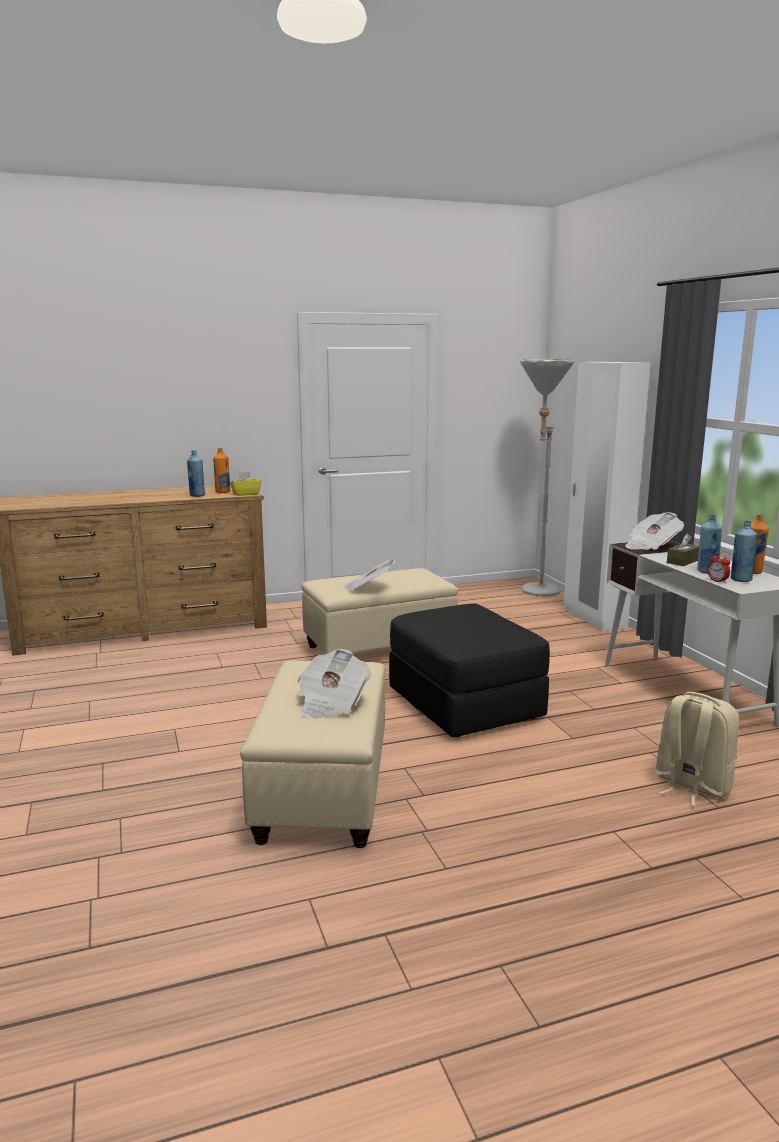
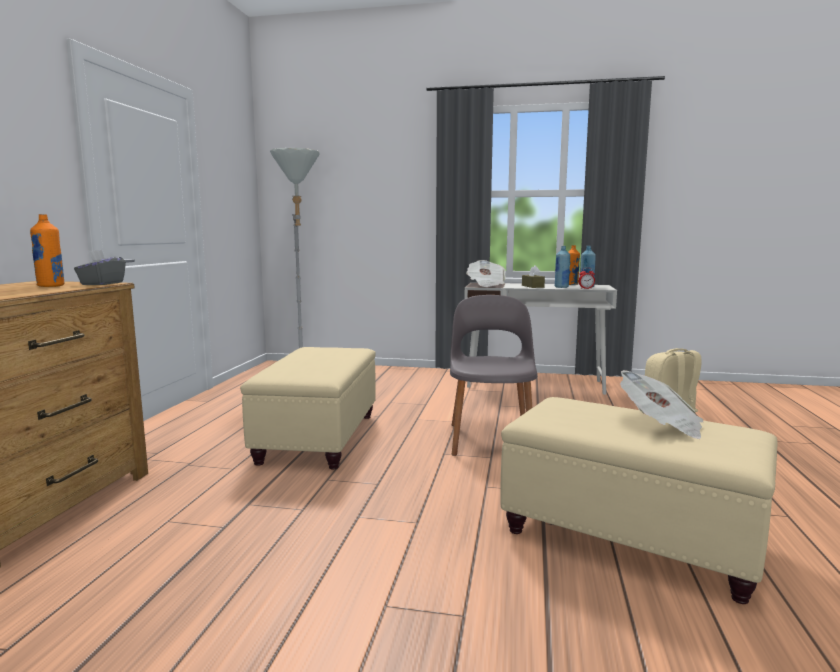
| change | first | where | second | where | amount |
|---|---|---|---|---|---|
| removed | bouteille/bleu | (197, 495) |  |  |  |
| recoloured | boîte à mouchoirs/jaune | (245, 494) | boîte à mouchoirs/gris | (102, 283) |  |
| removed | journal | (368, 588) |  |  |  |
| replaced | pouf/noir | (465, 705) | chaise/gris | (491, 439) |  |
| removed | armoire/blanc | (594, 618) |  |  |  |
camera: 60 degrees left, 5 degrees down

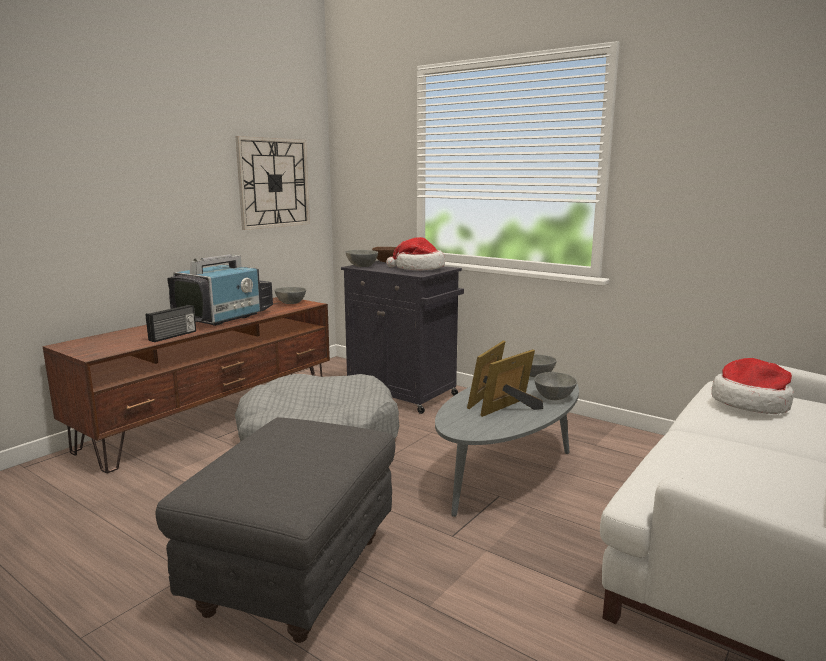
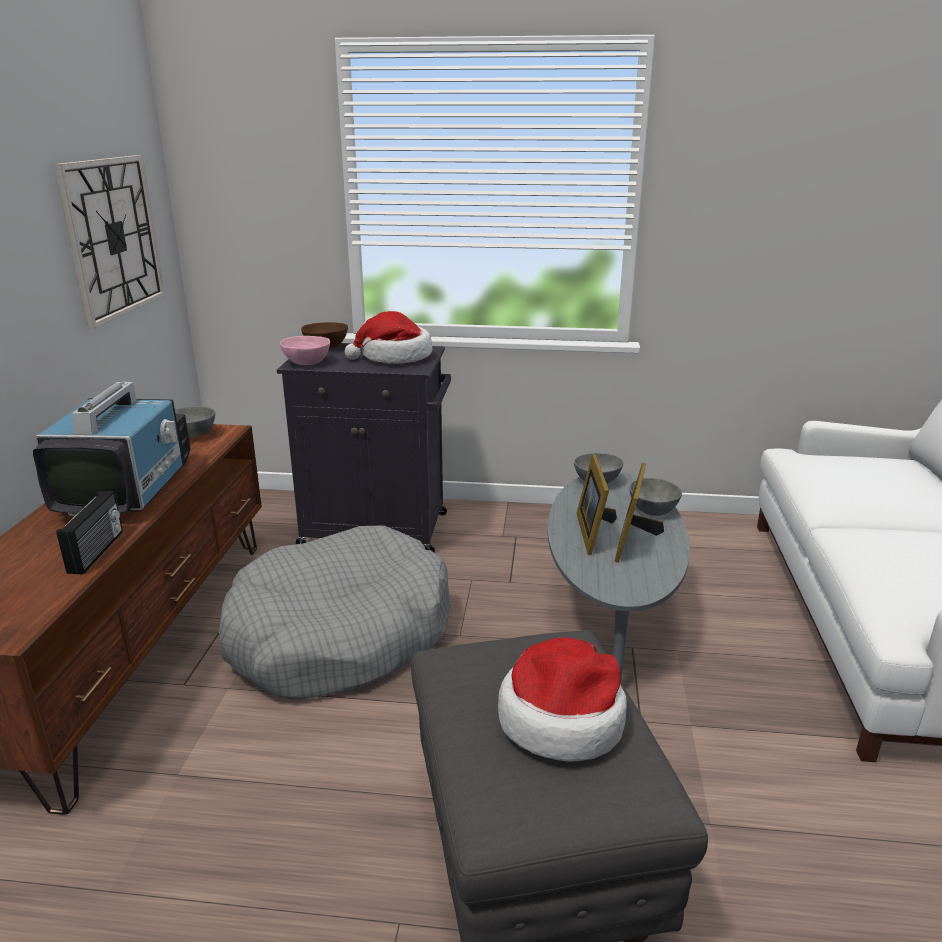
| change | first | where | second | where | amount |
|---|---|---|---|---|---|
| recoloured | bol/gris | (361, 266) | bol/rose | (305, 363) |  |
| moved | chapeau | (751, 403) |  | (562, 719) |  |
camera: 30 degrees left, 10 degrees up

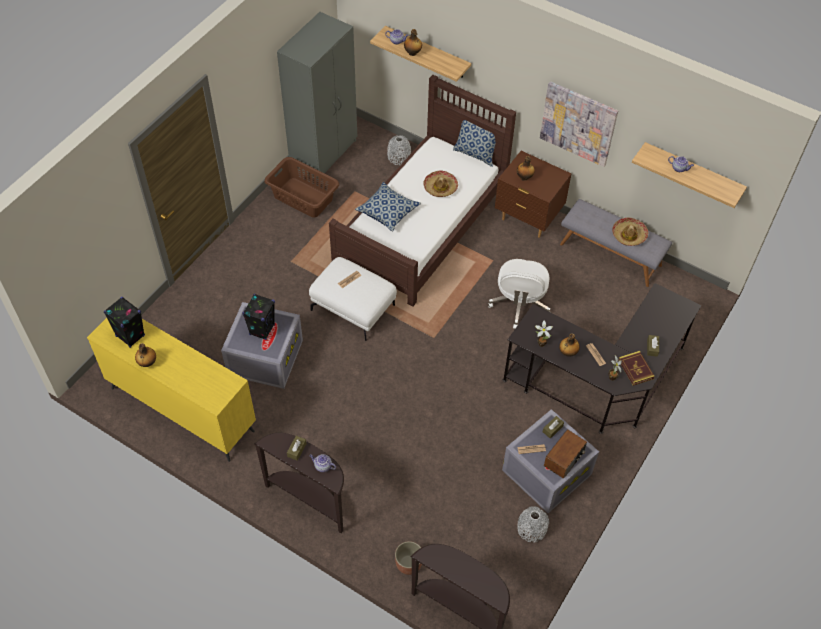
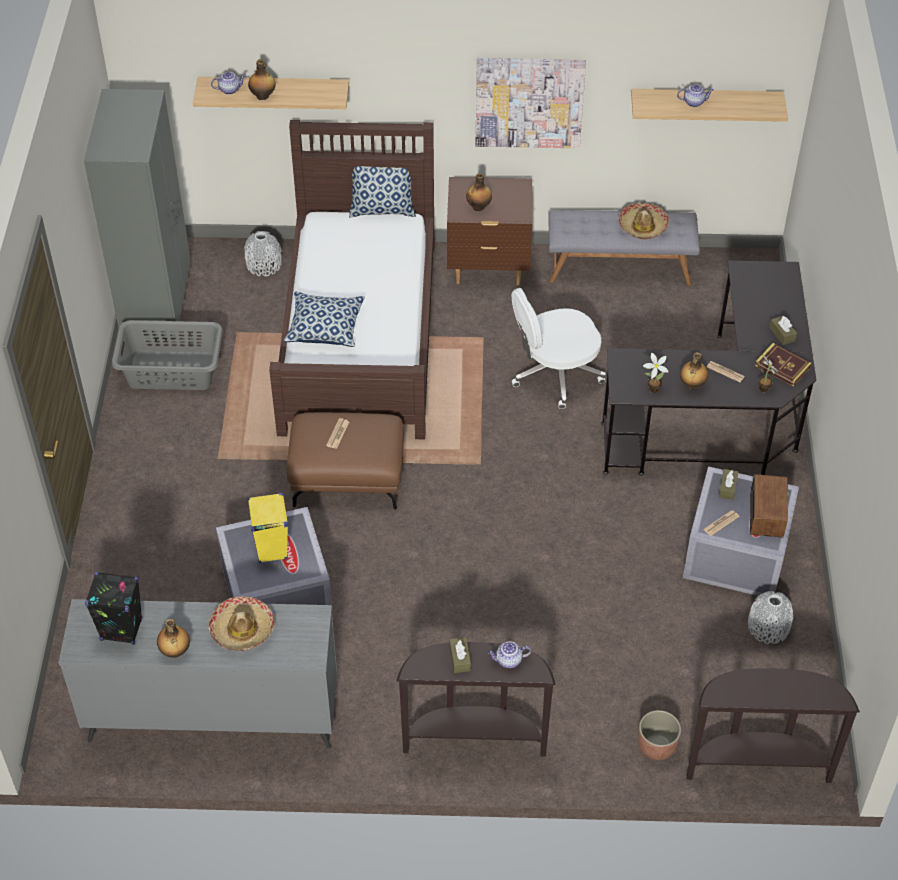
| change | first | where | second | where | amount |
|---|---|---|---|---|---|
| recoloured | commode/jaune | (182, 408) | commode/gris | (212, 716) |  |
| recoloured | enceinte/noir | (262, 329) | enceinte/jaune | (271, 549) |  |
| recoloured | panier à linge/marron | (303, 197) | panier à linge/gris | (171, 370) |  |
| recoloured | pouf/blanc | (354, 307) | pouf/marron | (348, 476) |  |
| moved | chapeau | (440, 187) |  | (242, 629) |  |
| turned | chaise de bureau/blanc | (519, 304) |  | (555, 374) | 90 degrees clockwise |
camera: 30 degrees left, 5 degrees down

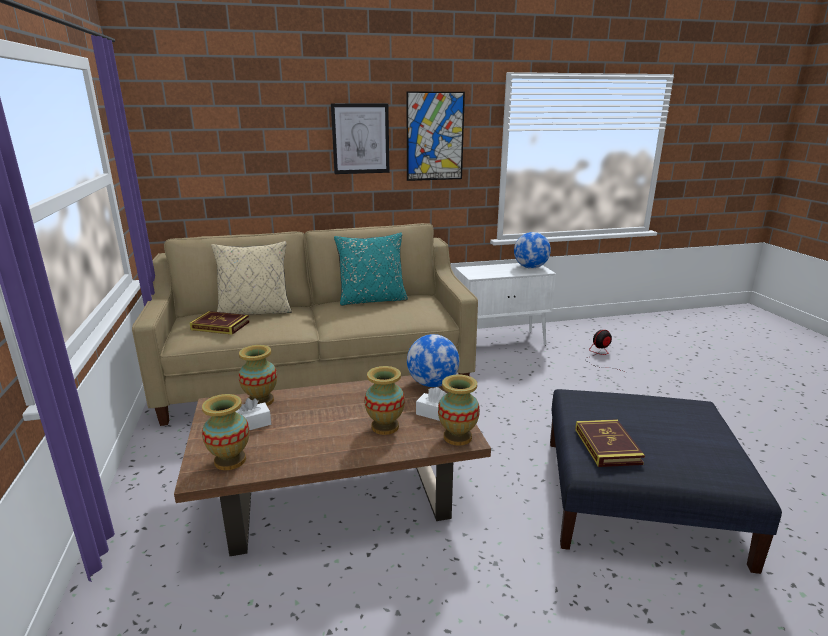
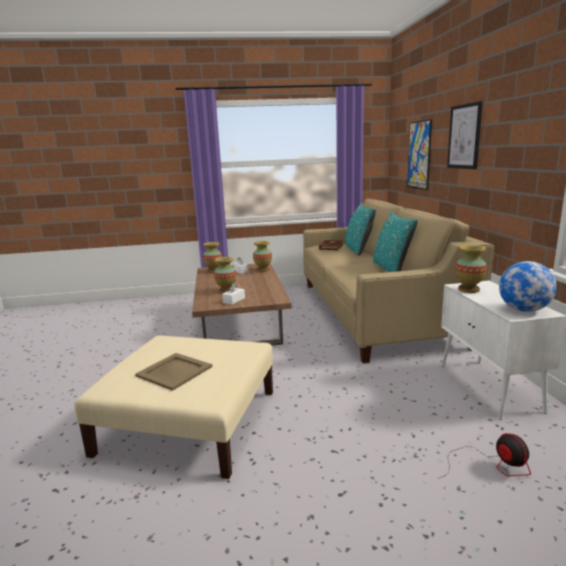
| change | first | where | second | where | amount |
|---|---|---|---|---|---|
| recoloured | coussin/beige | (255, 311) | coussin/turquoise | (358, 250) |  |
| moved | tableau | (435, 136) |  | (419, 155) |  |
| removed | globe | (432, 384) |  |  |  |
| moved | vase | (457, 437) |  | (469, 289) |  |
| recoloured | pouf/bleu | (637, 499) | pouf/beige | (189, 421) |  |
| removed | livre | (607, 446) |  |  |  |
| added |  |  | plateau/beige | (174, 371) |  |
camera: 95 degrees right, 5 degrees down

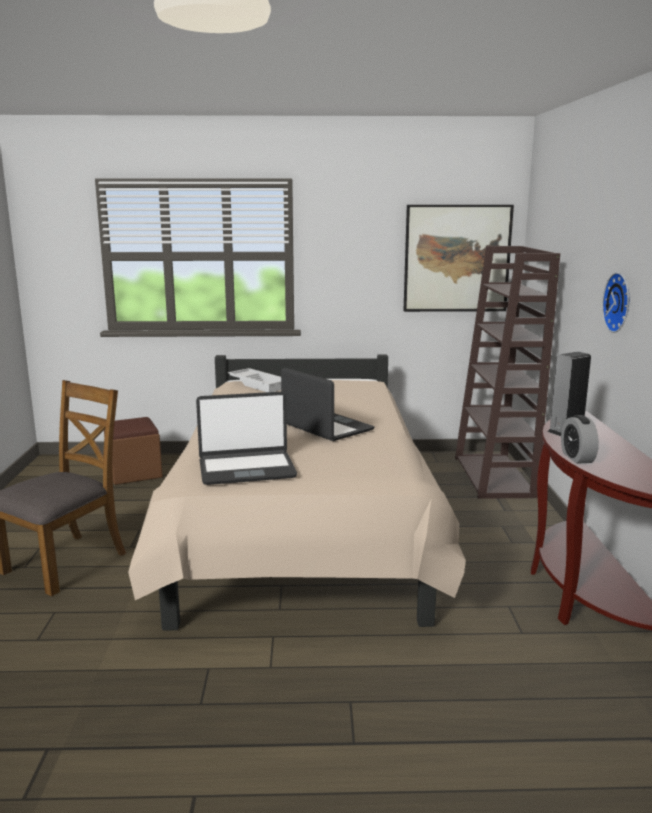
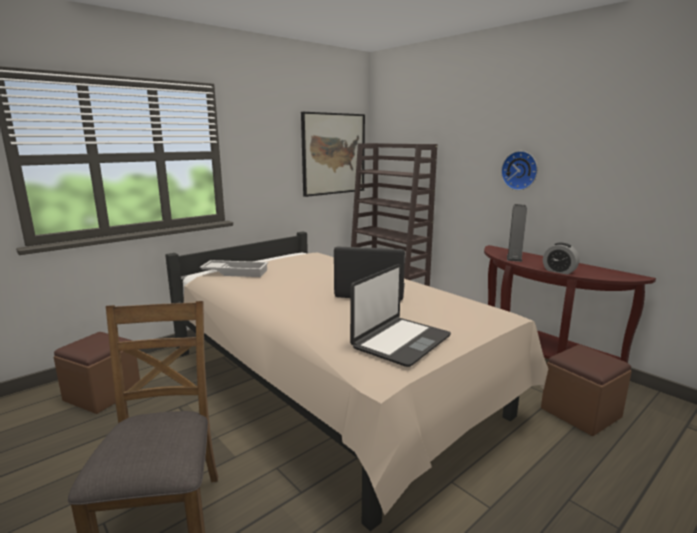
| change | first | where | second | where | amount |
|---|---|---|---|---|---|
| added |  |  | pouf/marron | (580, 413) |  |
camera: 40 degrees left, 0 degrees up

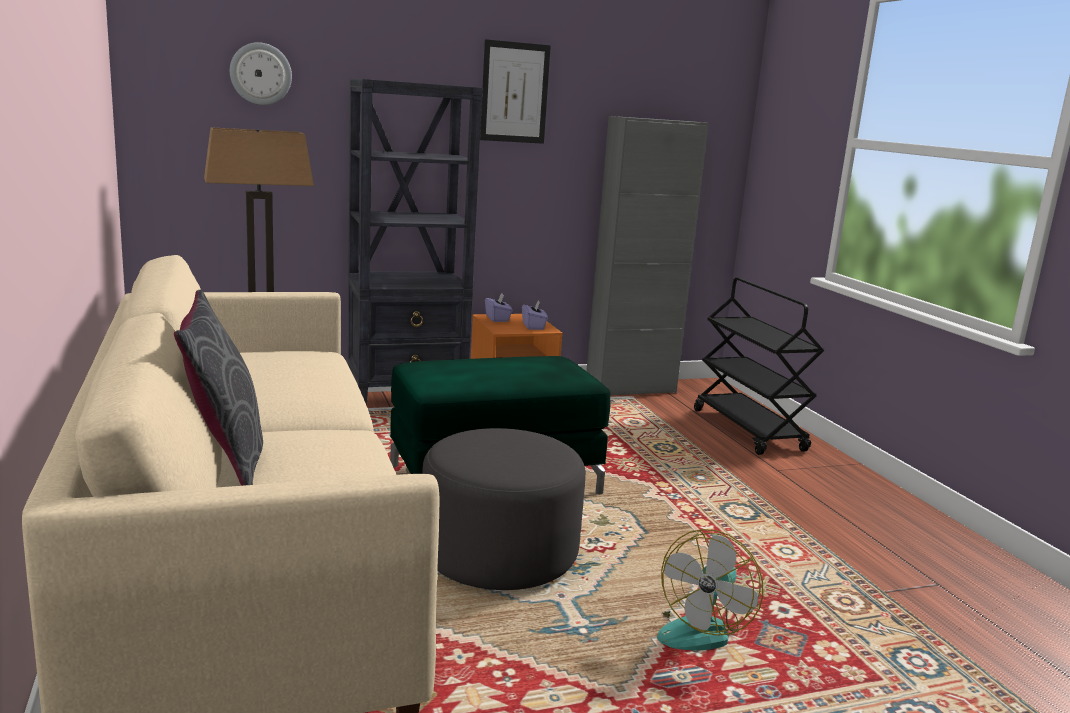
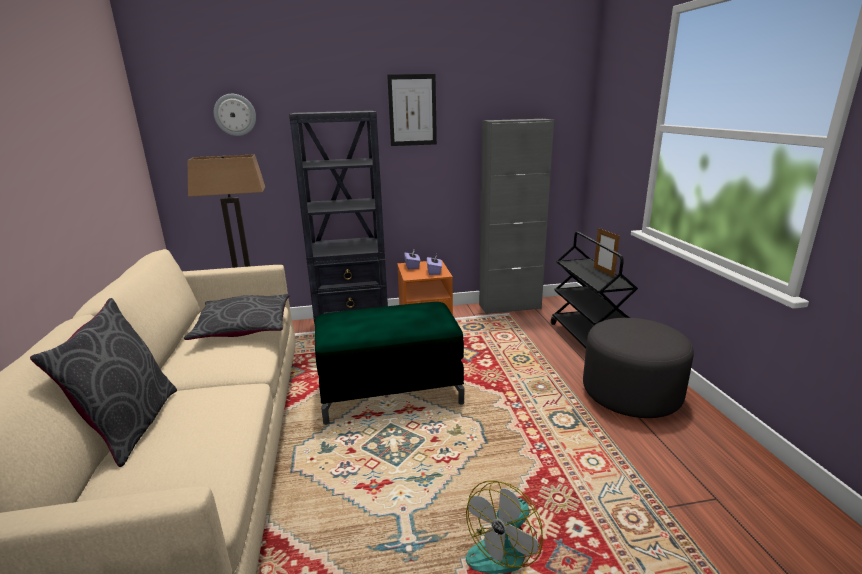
| change | first | where | second | where | amount |
|---|---|---|---|---|---|
| moved | pouf/gris | (499, 555) |  | (631, 393) |  |
| added |  |  | coussin/gris | (243, 327) |  |
| added |  |  | cadre photo | (604, 272) |  |
camera: 10 degrees right, 5 degrees up

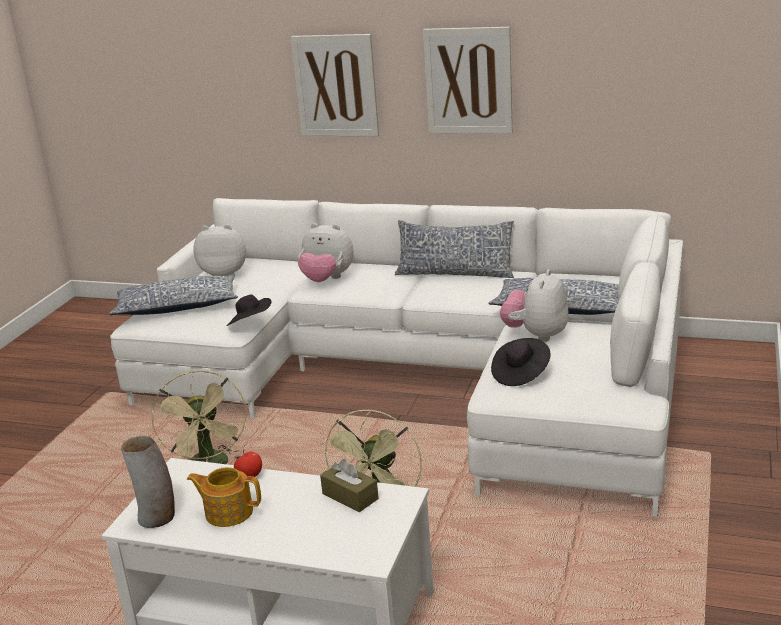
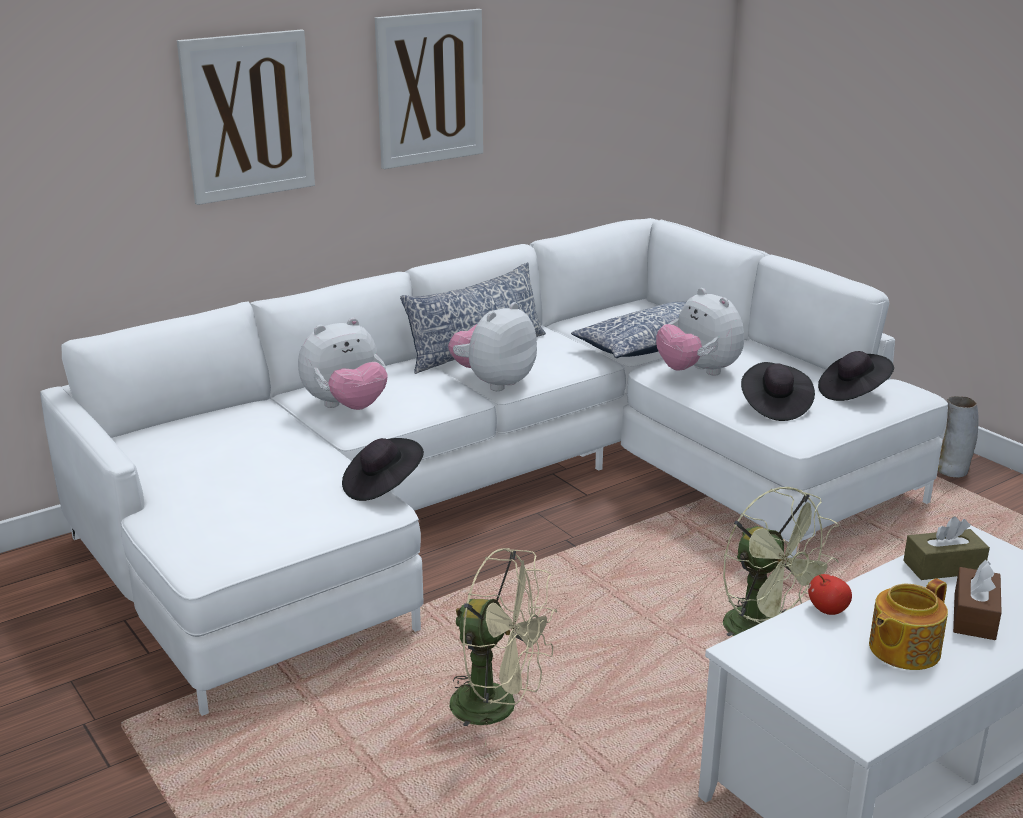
| change | first | where | second | where | amount |
|---|---|---|---|---|---|
| removed | coussin | (177, 307) |  |  |  |
| moved | vase | (157, 518) |  | (952, 470) |  |
| moved | peluche | (225, 274) |  | (494, 383) |  |
| added |  |  | chapeau/noir | (853, 393) |  |
| added |  |  | boîte à mouchoirs/marron | (974, 616) |  |
camera: 55 degrees left, 0 degrees up

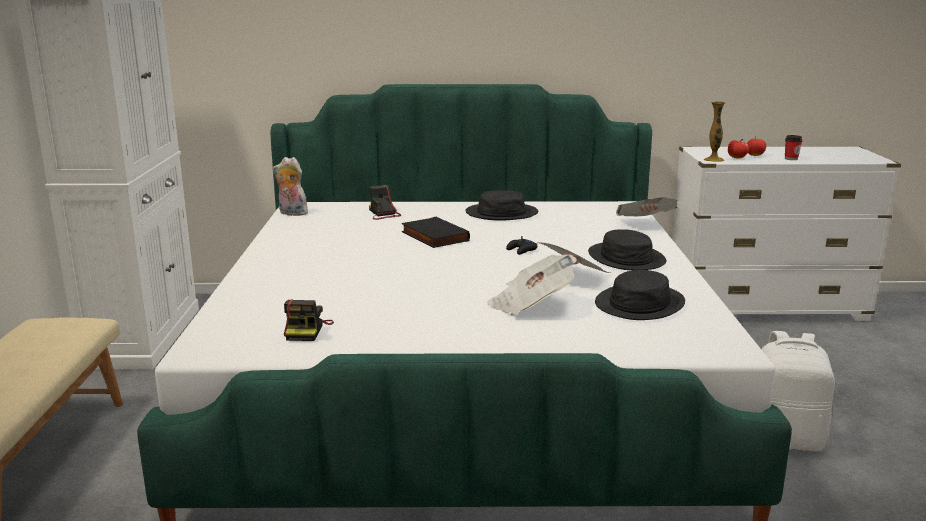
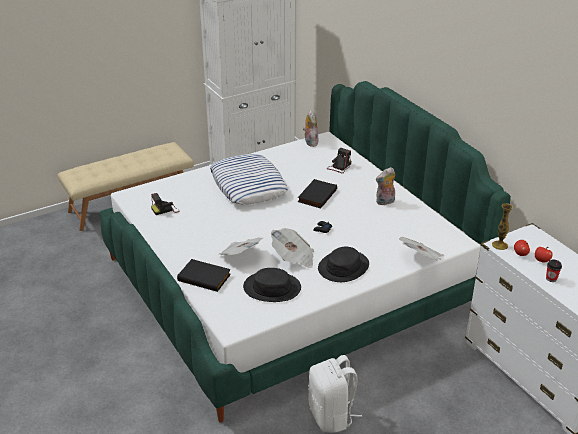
| change | first | where | second | where | amount |
|---|---|---|---|---|---|
| replaced | chapeau/noir | (501, 213) | peluche | (385, 202) |  |
| added |  |  | livre/noir | (205, 277) |  |
| added |  |  | coussin | (248, 185) |  |
camera: 60 degrees right, 15 degrees up

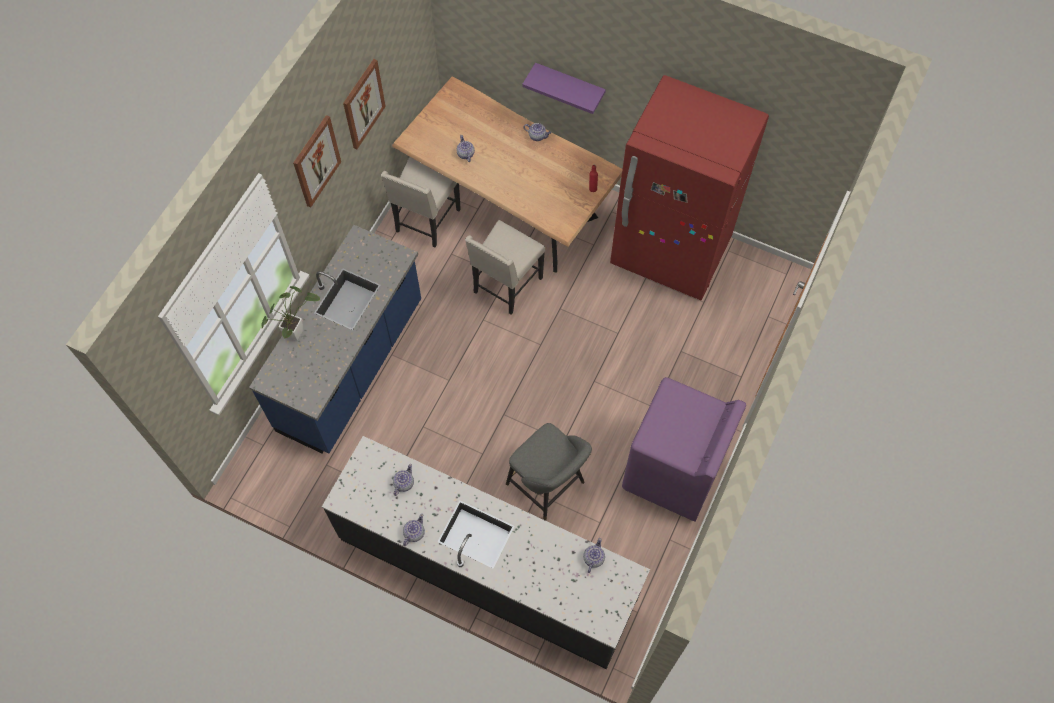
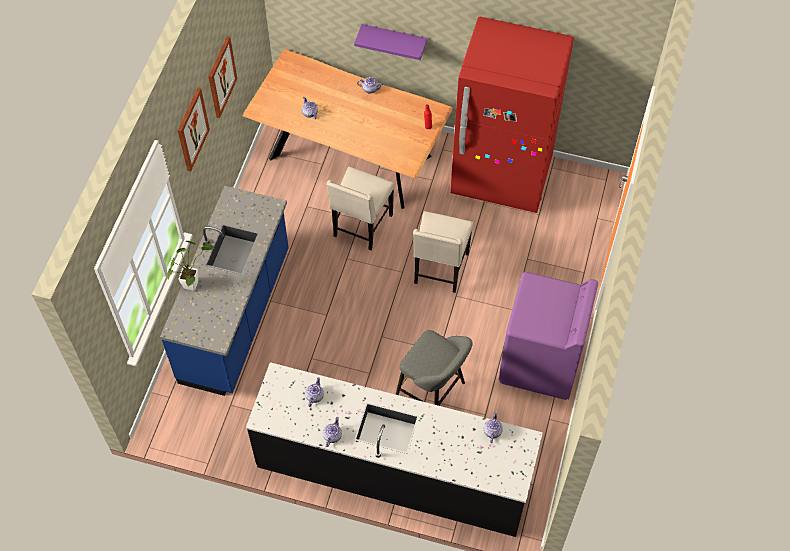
| change | first | where | second | where | amount |
|---|---|---|---|---|---|
| moved | chaise/beige | (426, 221) |  | (440, 269) |  |
camera: 10 degrees left, 5 degrees down

